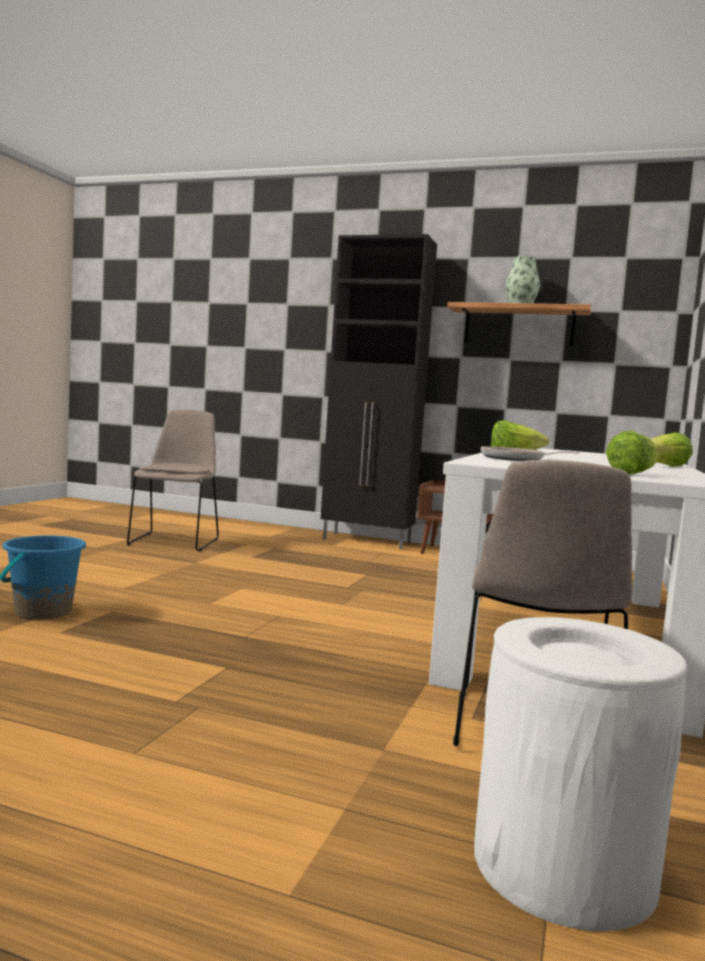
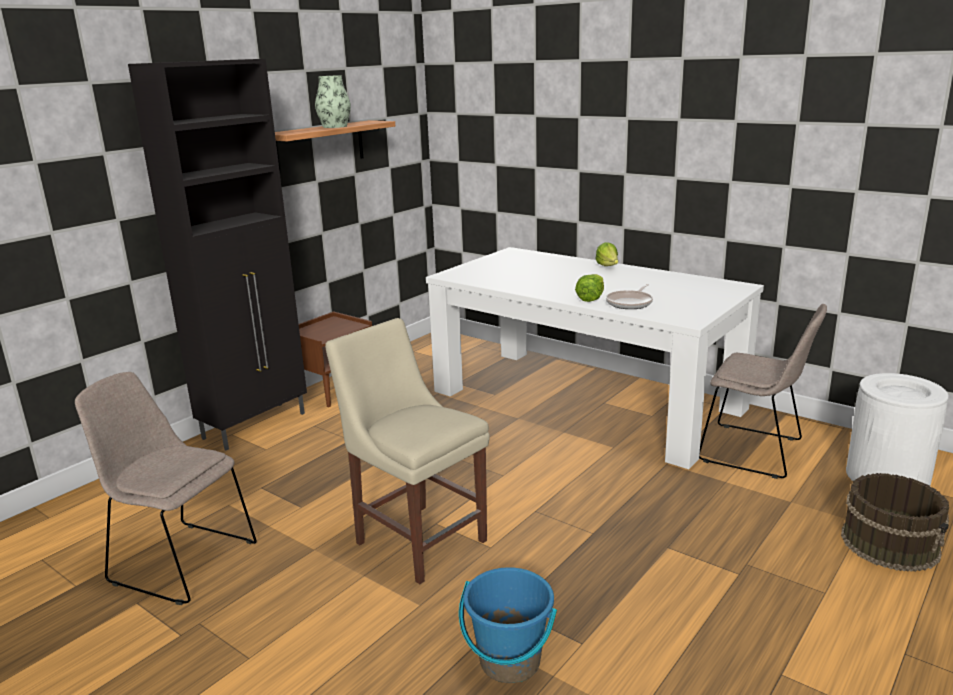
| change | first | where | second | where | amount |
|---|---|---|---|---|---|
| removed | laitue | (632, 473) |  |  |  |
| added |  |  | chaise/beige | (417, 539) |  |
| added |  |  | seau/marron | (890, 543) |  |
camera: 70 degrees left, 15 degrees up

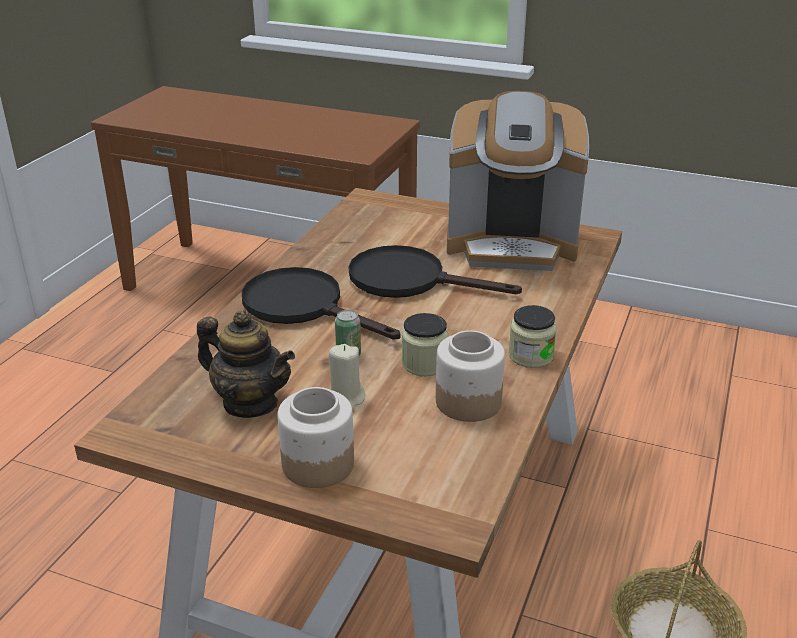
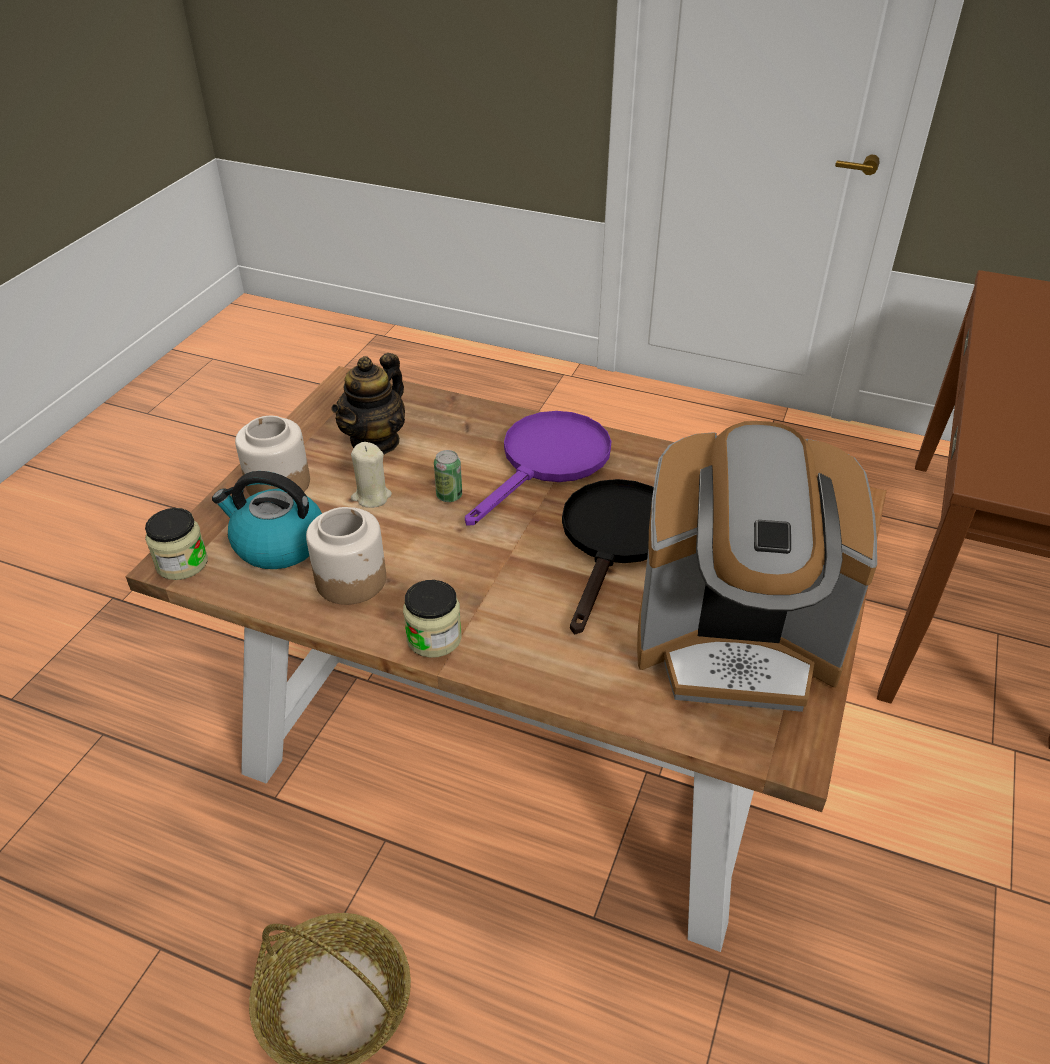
| change | first | where | second | where | amount |
|---|---|---|---|---|---|
| recoloured | poêle/noir | (304, 306) | poêle/violet | (548, 462) |  |
| moved | bocal | (424, 364) |  | (182, 563) |  |
| turned | machine à café | (512, 245) |  | (735, 644) | 90 degrees counterclockwise |
| added |  |  | bouilloire | (277, 544) |  |
camera: 90 degrees right, 10 degrees up

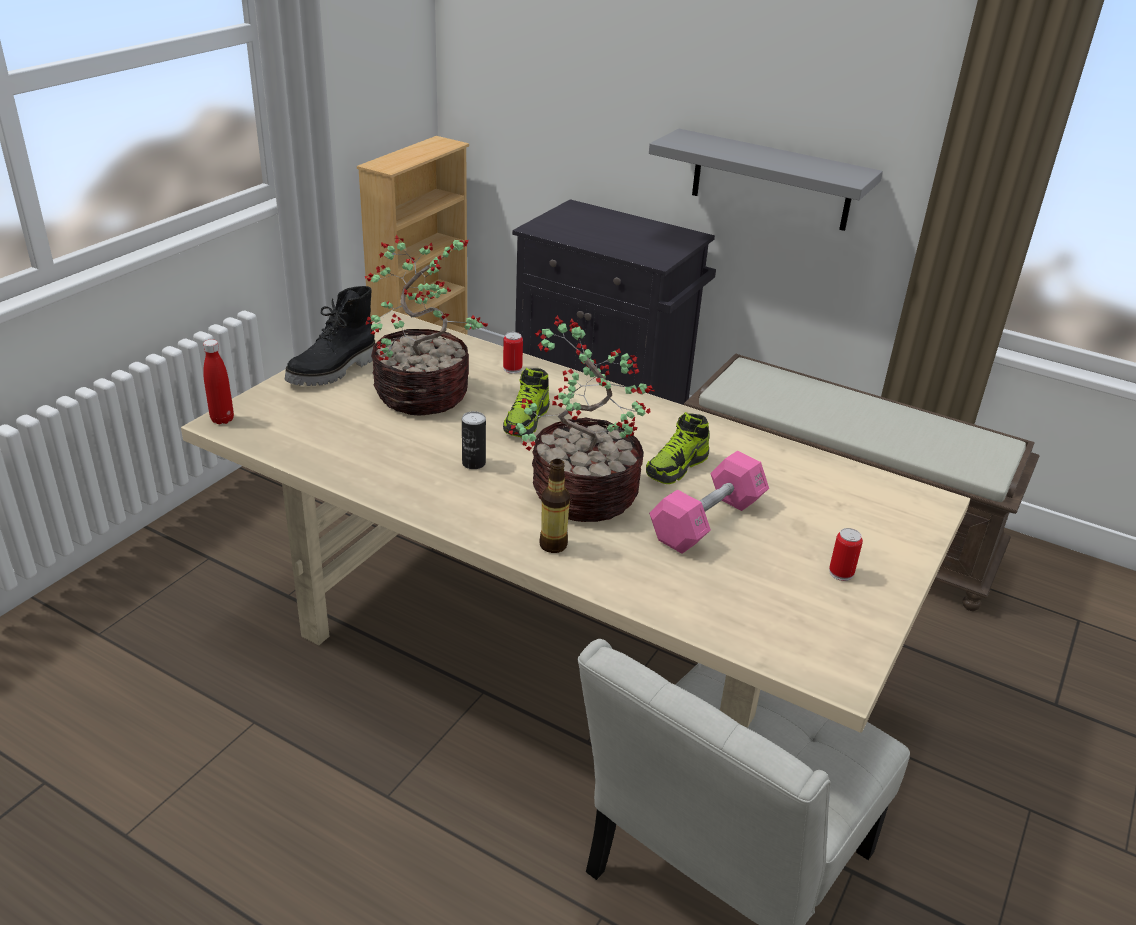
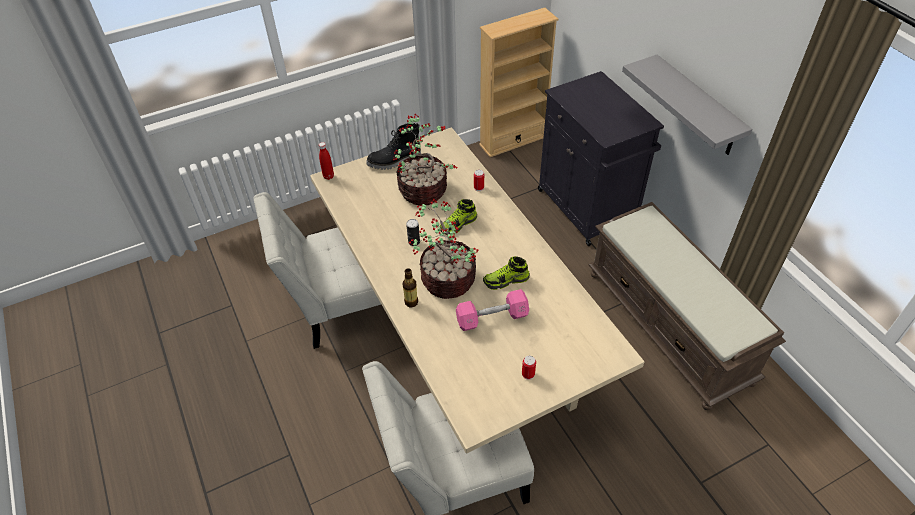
| change | first | where | second | where | amount |
|---|---|---|---|---|---|
| added |  |  | chaise/blanc | (341, 305) |  |
camera: 35 degrees right, 15 degrees up

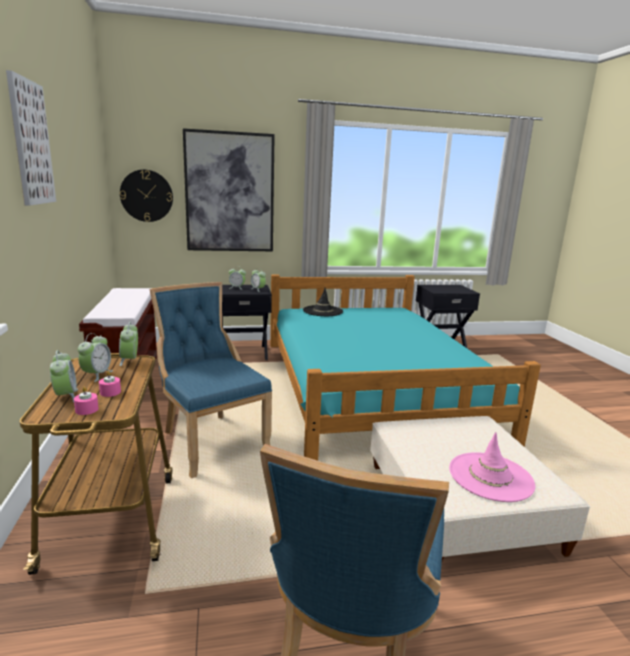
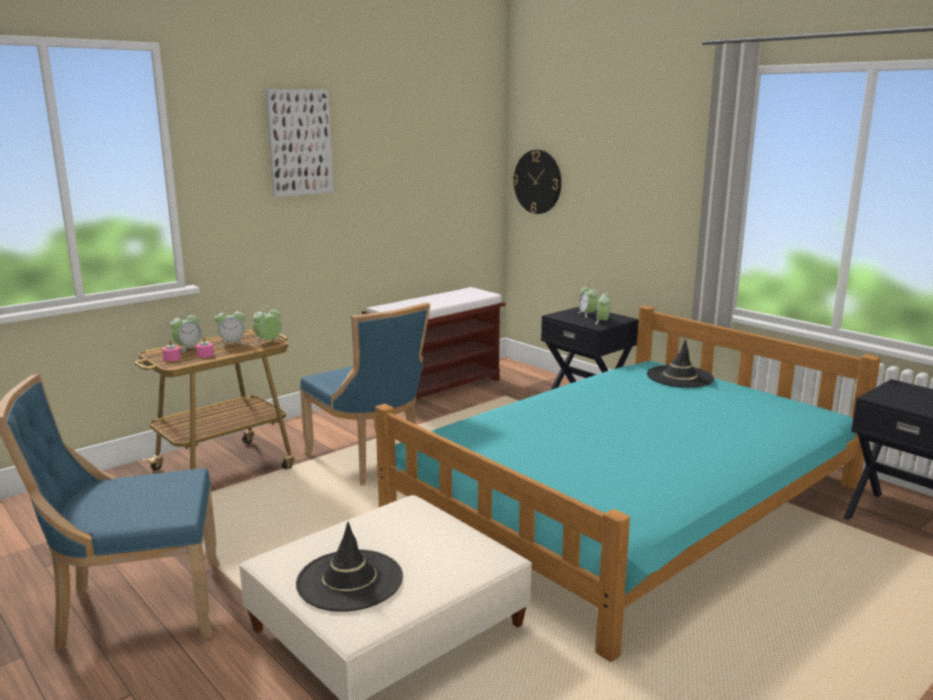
| change | first | where | second | where | amount |
|---|---|---|---|---|---|
| turned | chaise/bleu | (211, 441) |  | (369, 461) | 120 degrees clockwise |
| removed | tableau | (230, 193) |  |  |  |
| recoloured | chapeau/rose | (490, 477) | chapeau/noir | (349, 580) |  |
camera: 60 degrees right, 0 degrees up

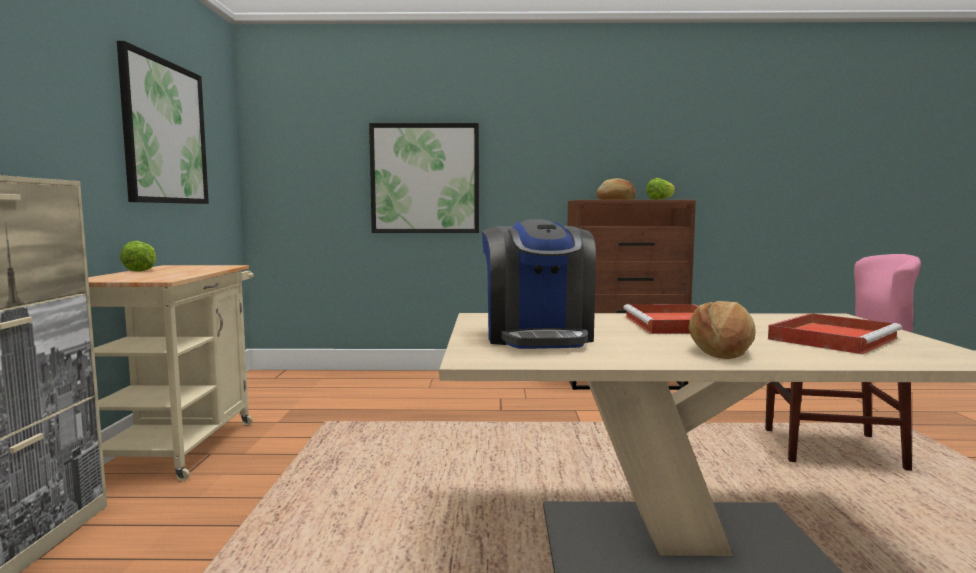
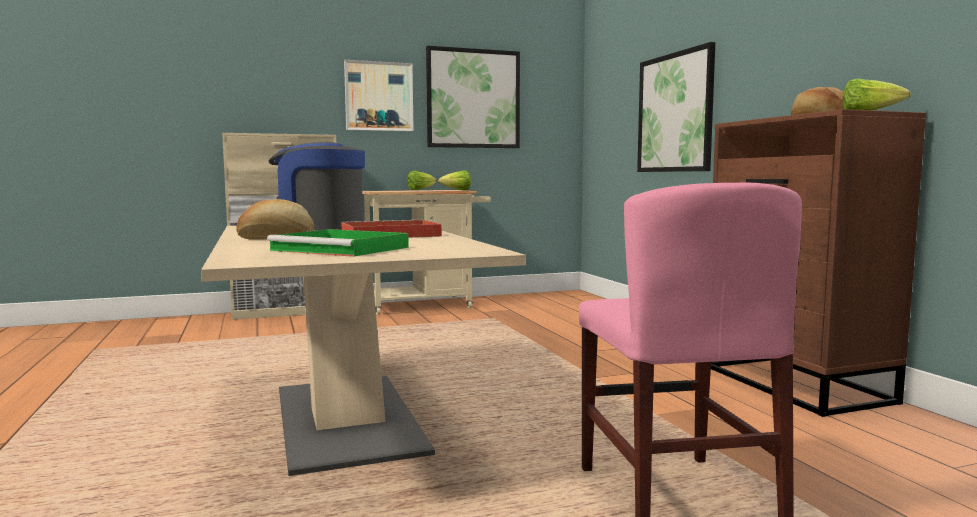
| change | first | where | second | where | amount |
|---|---|---|---|---|---|
| turned | machine à café | (538, 337) |  | (318, 227) | 45 degrees clockwise |
| recoloured | plateau/rouge | (833, 338) | plateau/vert | (342, 249) |  |
| added |  |  | tableau | (379, 96) |  |
| added |  |  | laitue | (457, 190) |  |
camera: 70 degrees right, 0 degrees up

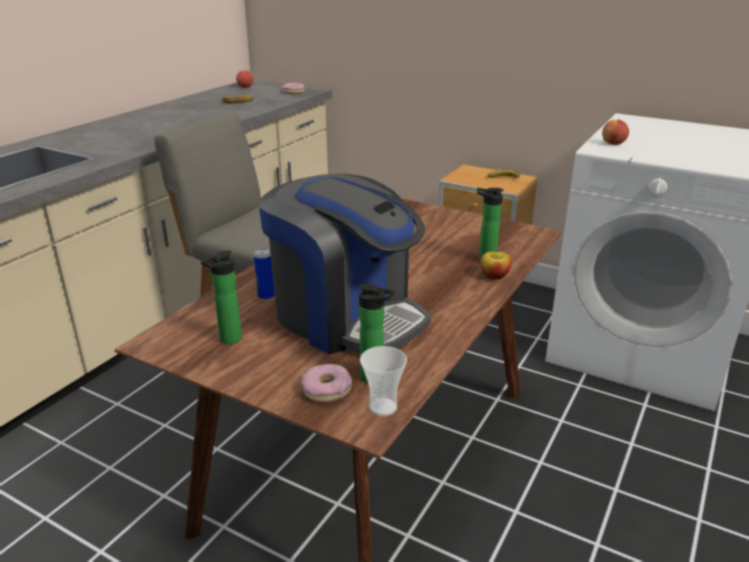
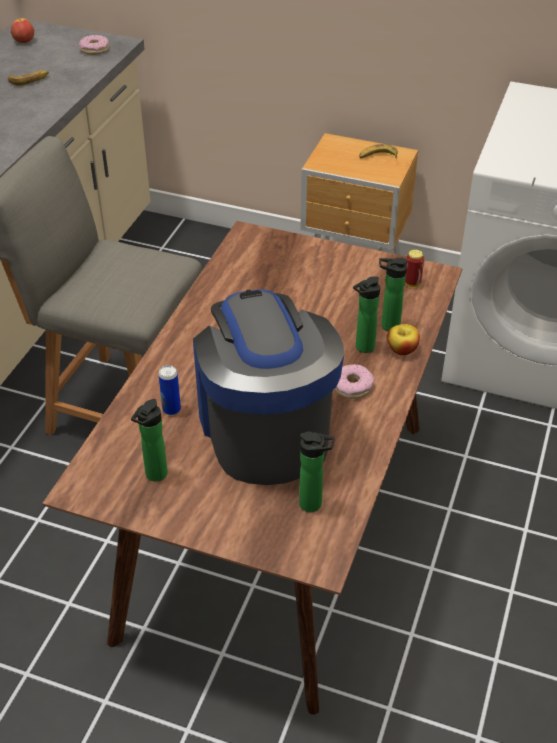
| change | first | where | second | where | amount |
|---|---|---|---|---|---|
| turned | machine à café | (346, 317) |  | (264, 428) | 135 degrees counterclockwise |
| moved | beignet | (327, 389) |  | (352, 386) |  |
| removed | tasse | (383, 407) |  |  |  |
| removed | pomme | (613, 144) |  |  |  |
| added |  |  | bouteille | (362, 348) |  |
| added |  |  | boîte métallique | (412, 283) |  |
camera: 10 degrees left, 15 degrees up

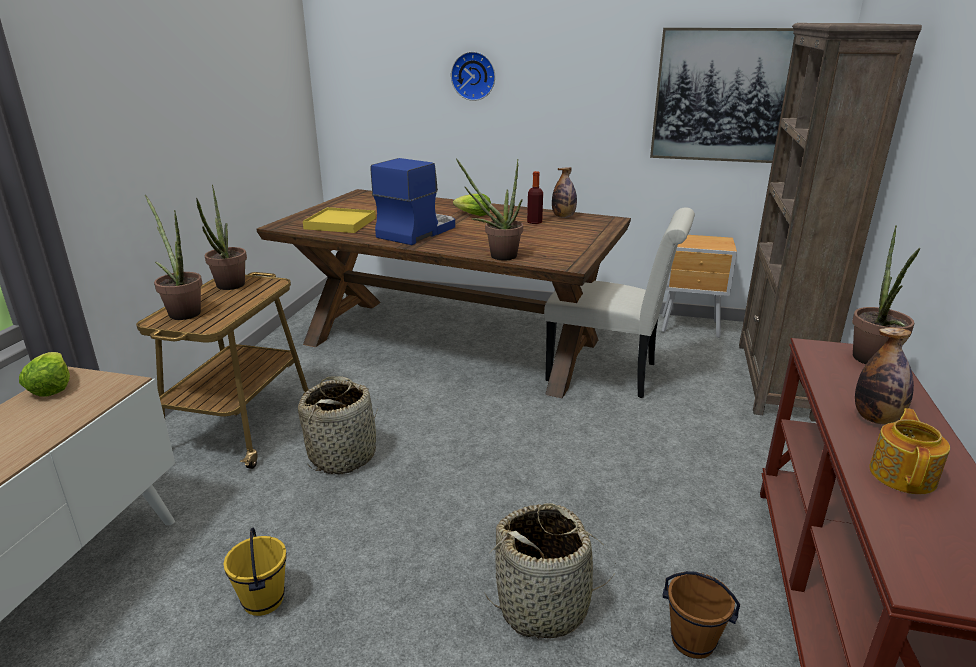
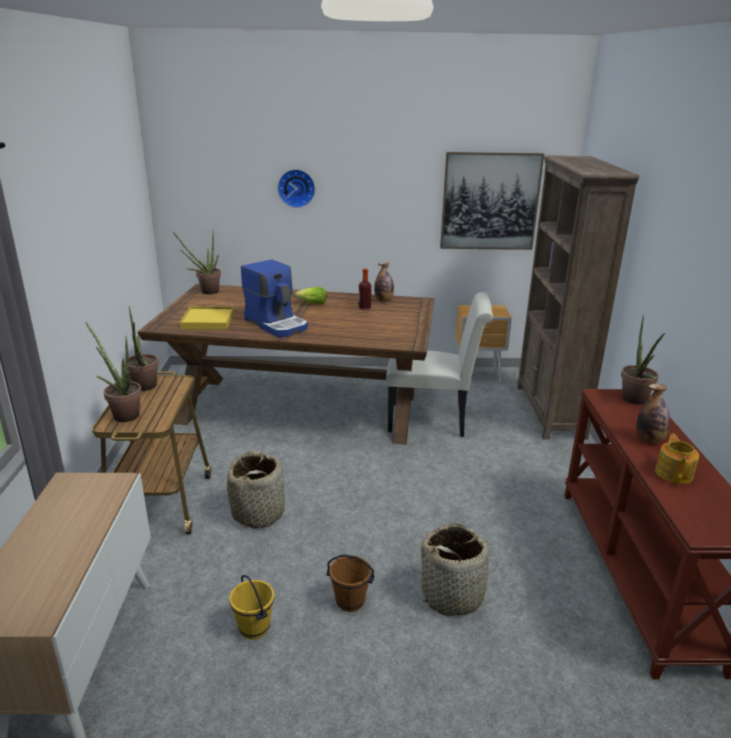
| change | first | where | second | where | amount |
|---|---|---|---|---|---|
| removed | laitue | (51, 387) |  |  |  |
| turned | machine à café | (416, 232) |  | (277, 324) | 120 degrees clockwise |
| moved | plante en pot | (497, 256) |  | (206, 291) |  |
| moved | seau/marron | (692, 642) |  | (350, 602) |  |
camera: 15 degrees left, 0 degrees up

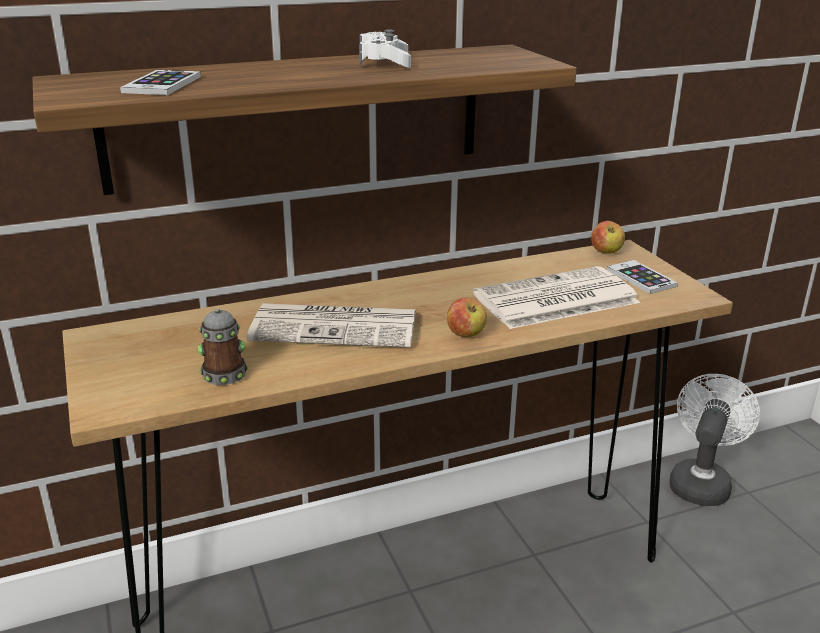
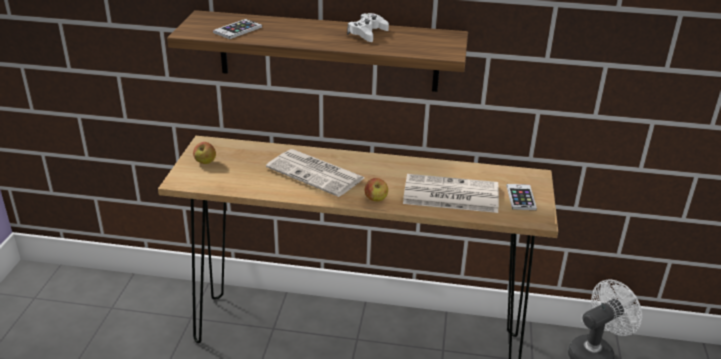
| change | first | where | second | where | amount |
|---|---|---|---|---|---|
| removed | mug | (224, 371) |  |  |  |
| moved | pomme | (606, 252) |  | (205, 162) |  |
camera: 30 degrees right, 5 degrees up

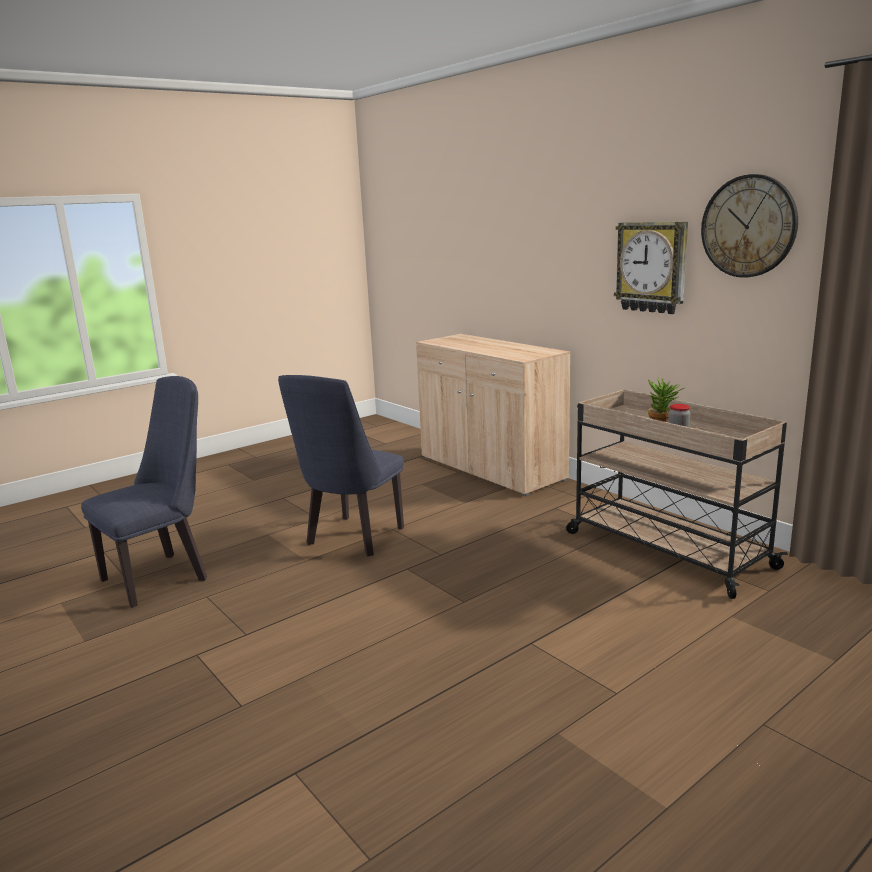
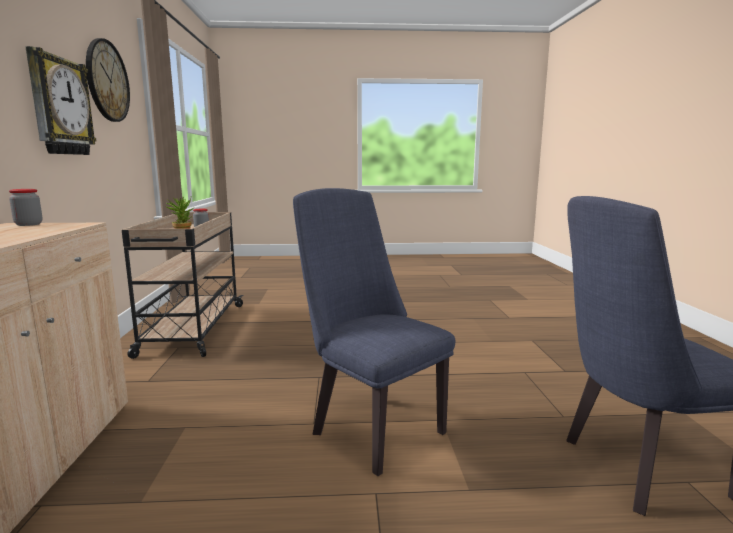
| change | first | where | second | where | amount |
|---|---|---|---|---|---|
| turned | chaise/bleu | (352, 539) |  | (371, 427) | 105 degrees counterclockwise |
| added |  |  | bocal | (28, 224) |  |
camera: 145 degrees left, 5 degrees down

